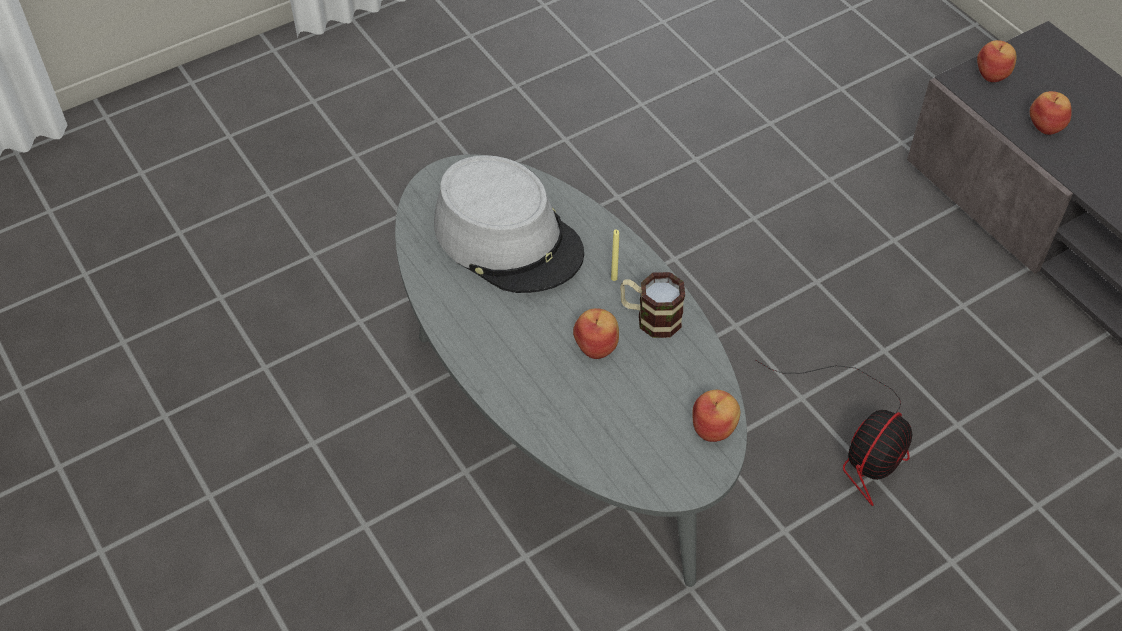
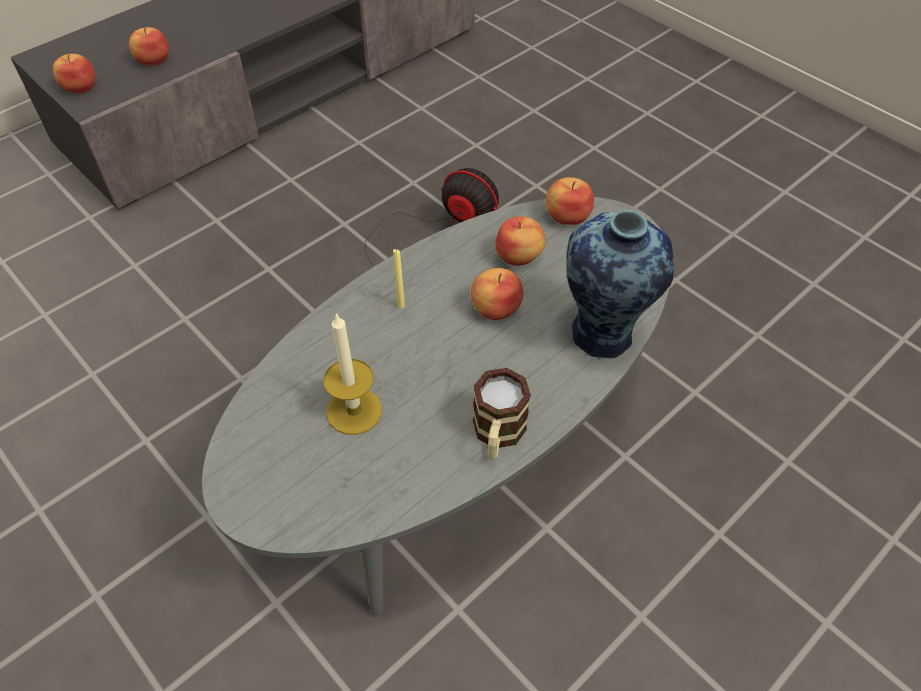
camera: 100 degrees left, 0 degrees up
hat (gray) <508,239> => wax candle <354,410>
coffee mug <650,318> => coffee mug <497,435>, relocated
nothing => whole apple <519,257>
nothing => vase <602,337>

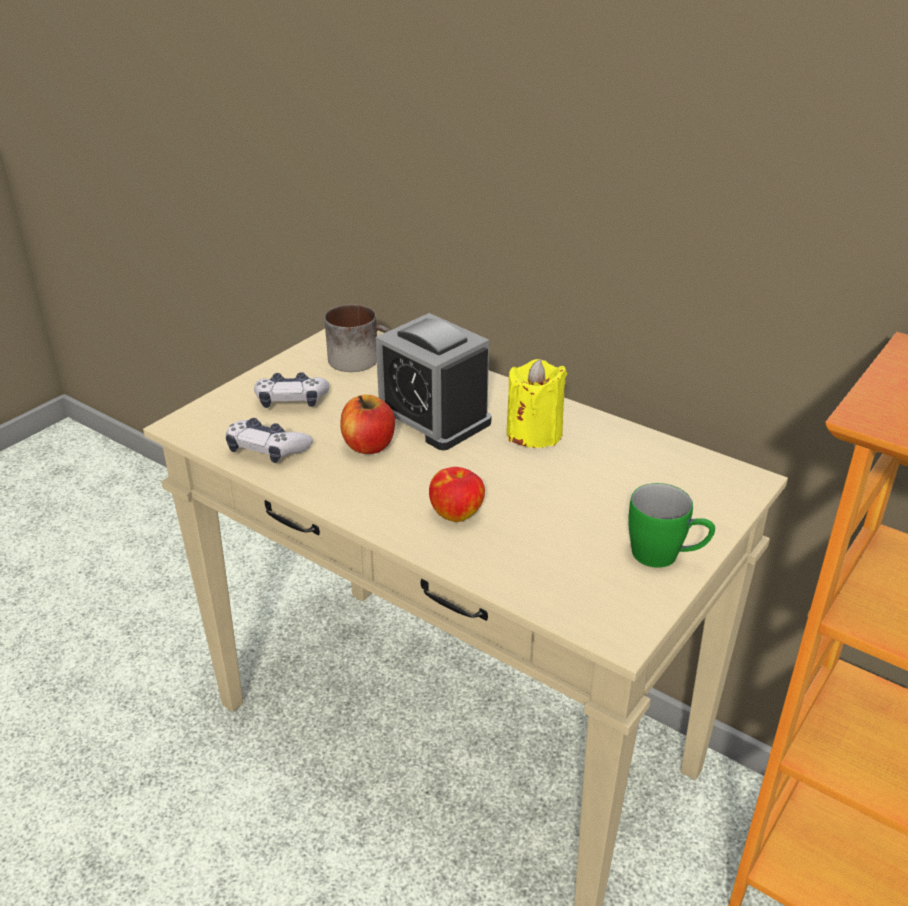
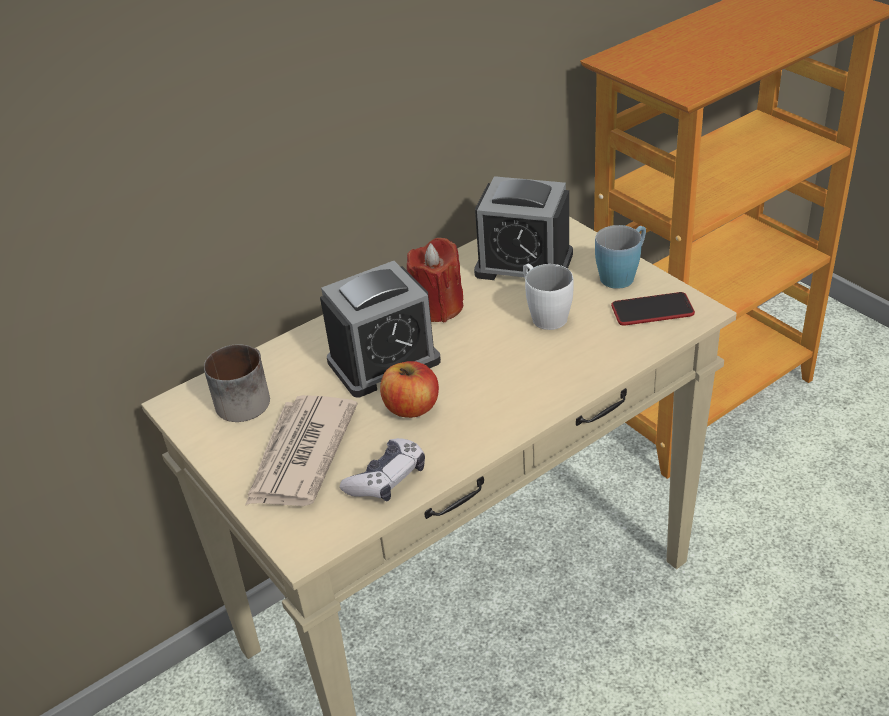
camera: 70 degrees left, 5 degrees up
joypad <291,400> => printed paper <300,455>
whole apple <456,513> => nothing
wax candle (yellow-coloured) <534,433> => wax candle (reddish) <438,307>
coffee mug (greenish) <666,556> => coffee mug (blue-coloured) <622,274>
nothing => table clock <524,264>
nothing => coffee mug (white-coloured) <544,314>
nothing => telephone <652,310>

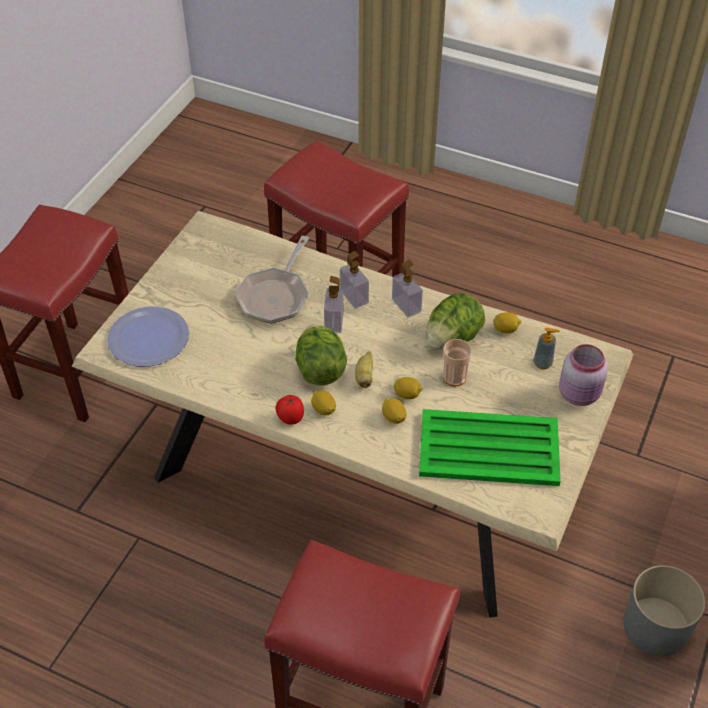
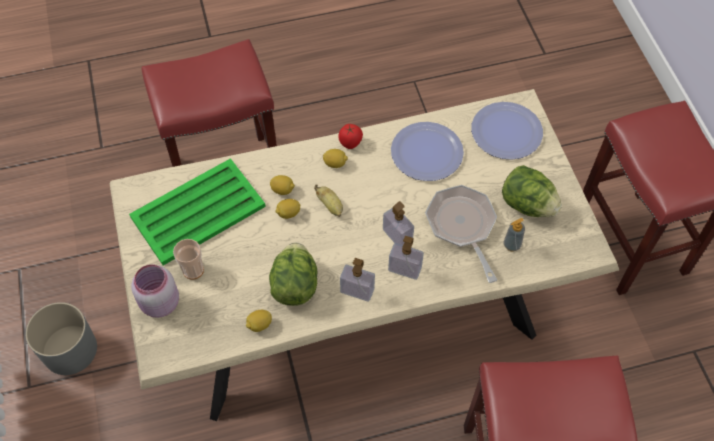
camera: 140 degrees right, 10 degrees up
lettuce <320,370> => lettuce <527,204>, relocated
cup <454,377> => cup <193,270>, relocated
soap dispenser <542,363> => soap dispenser <511,245>, relocated
nothing => plate <426,152>

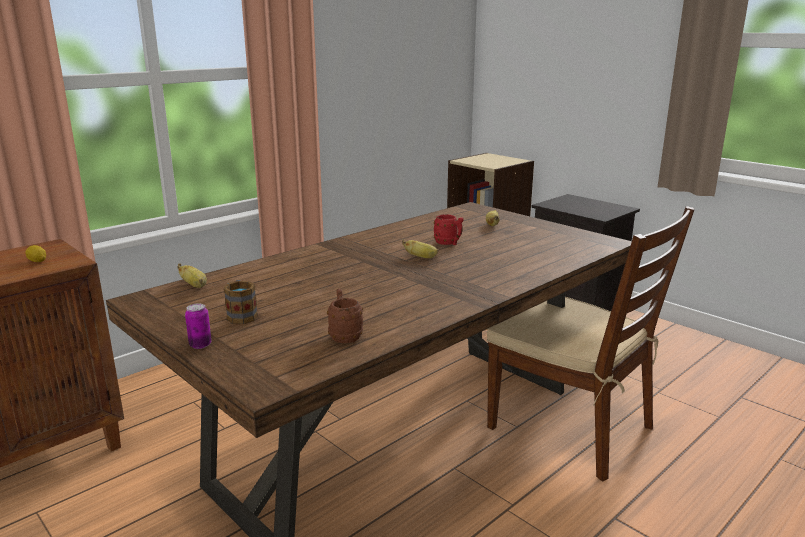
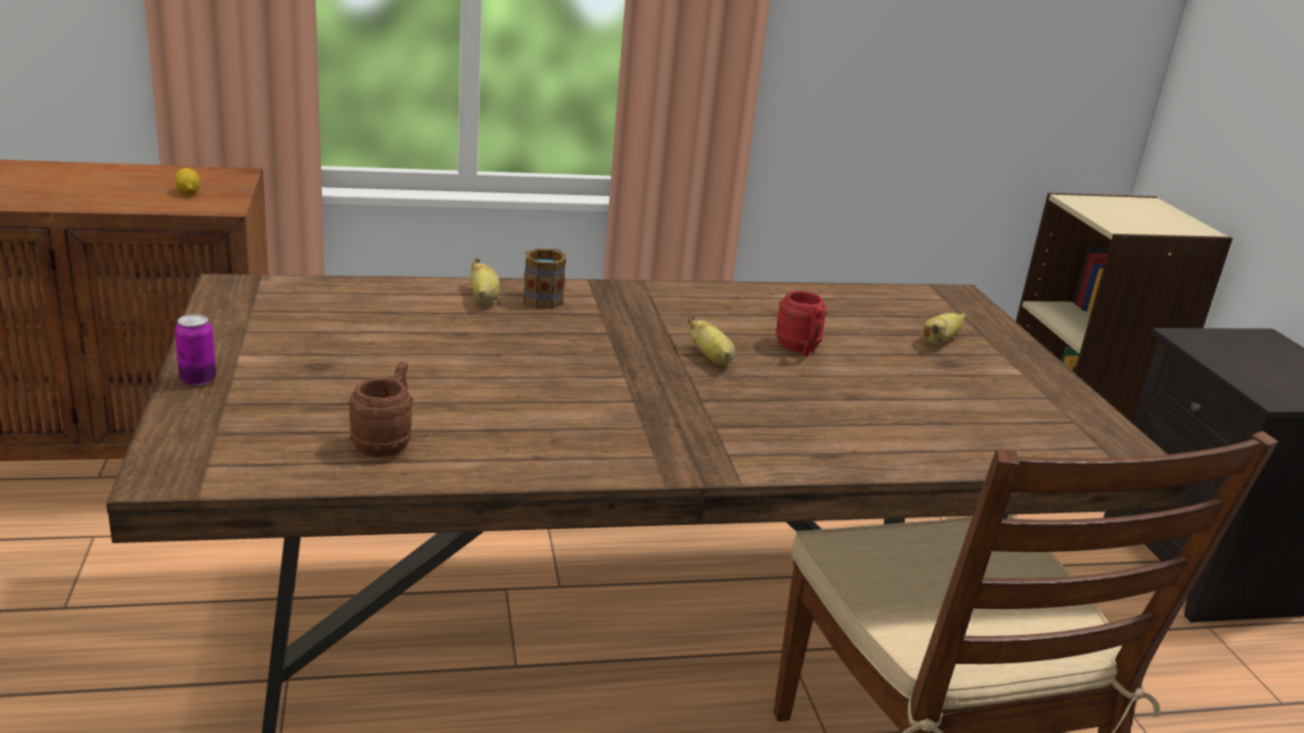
camera: 30 degrees right, 5 degrees up
banana fruit <195,285> => banana fruit <484,299>, relocated
coffee mug <241,315> => coffee mug <546,297>, relocated

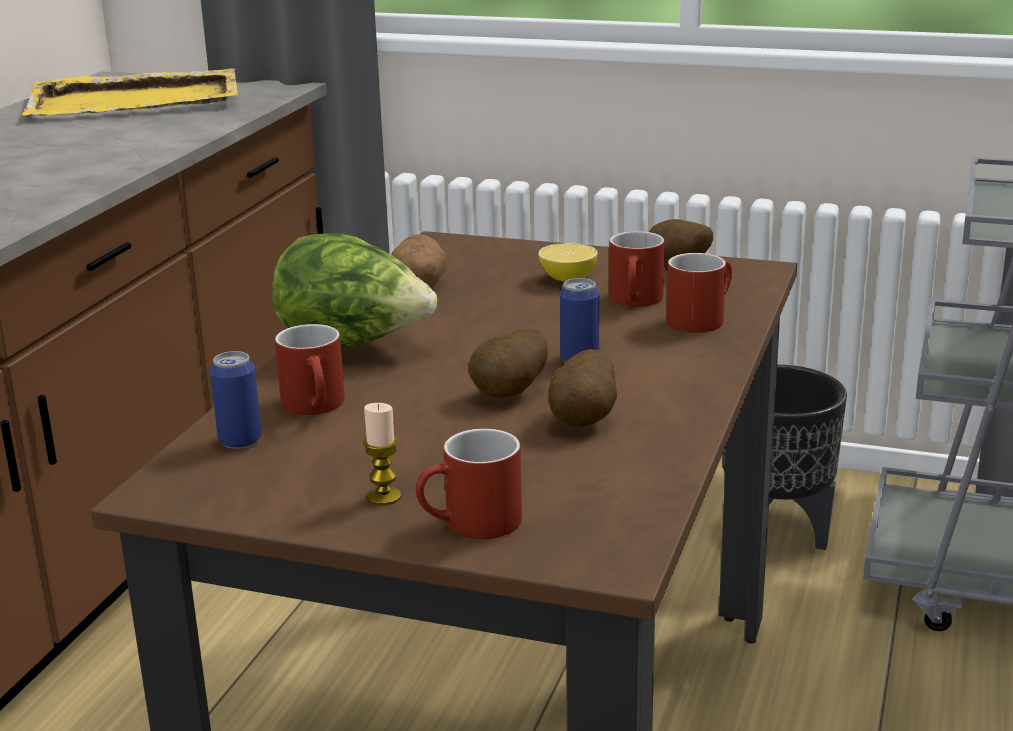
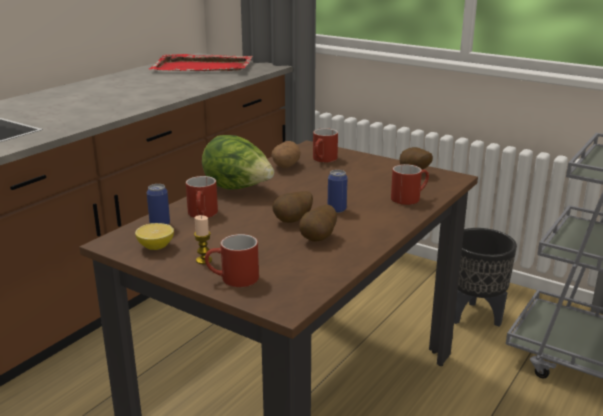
camera: 15 degrees right, 0 degrees up
carrying tray (yellow-coloured) <137,101> => carrying tray (reddish) <203,67>
citrus fruit <567,279> => citrus fruit <155,247>, relocated
coffee mug (reddish) <637,301> => coffee mug (reddish) <323,160>, relocated

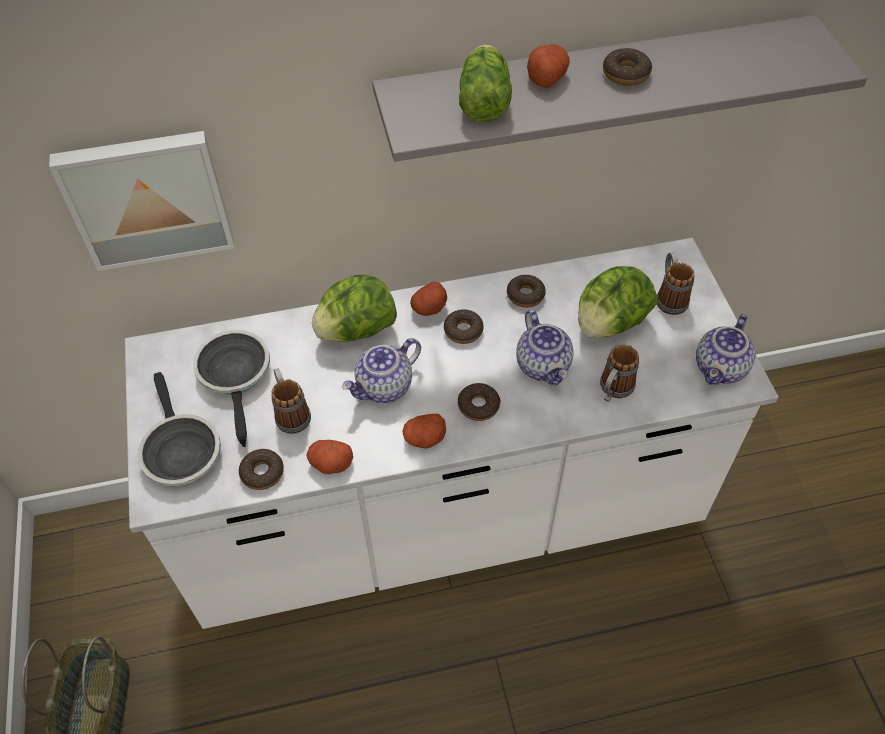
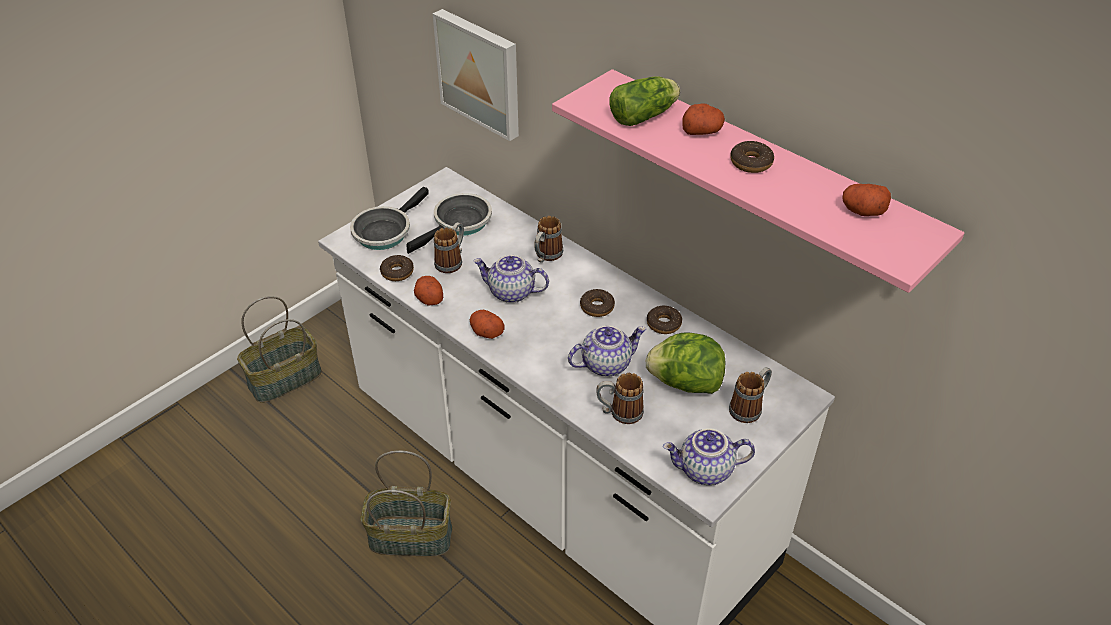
camera: 55 degrees right, 10 degrees down
lettuce <356,330> => coffee mug <546,256>
wall shelf (gray) <594,88> => wall shelf (pink-coloured) <763,178>
whole potato <429,308> => whole potato <862,211>, relocated
ring doughnut <478,406> => nothing
tea pot <544,365> => tea pot <606,363>, 150 degrees counterclockwise
nothing => basket <411,536>

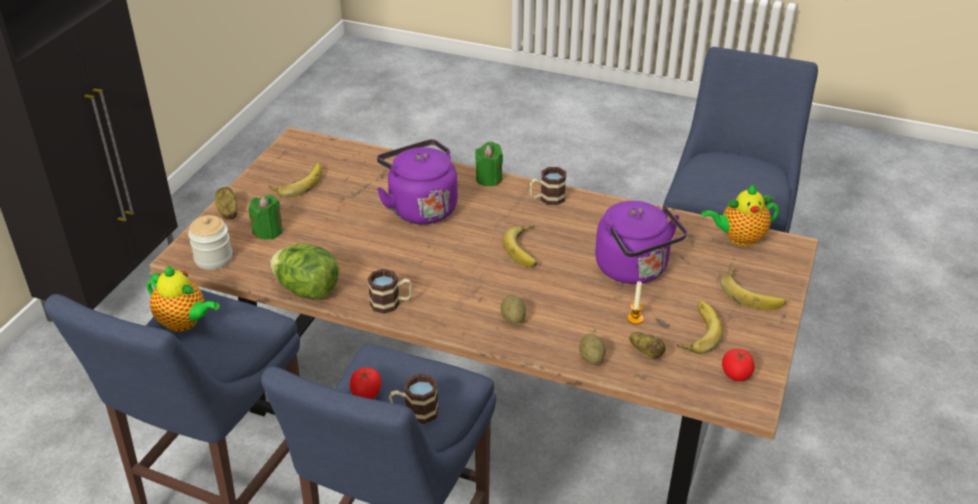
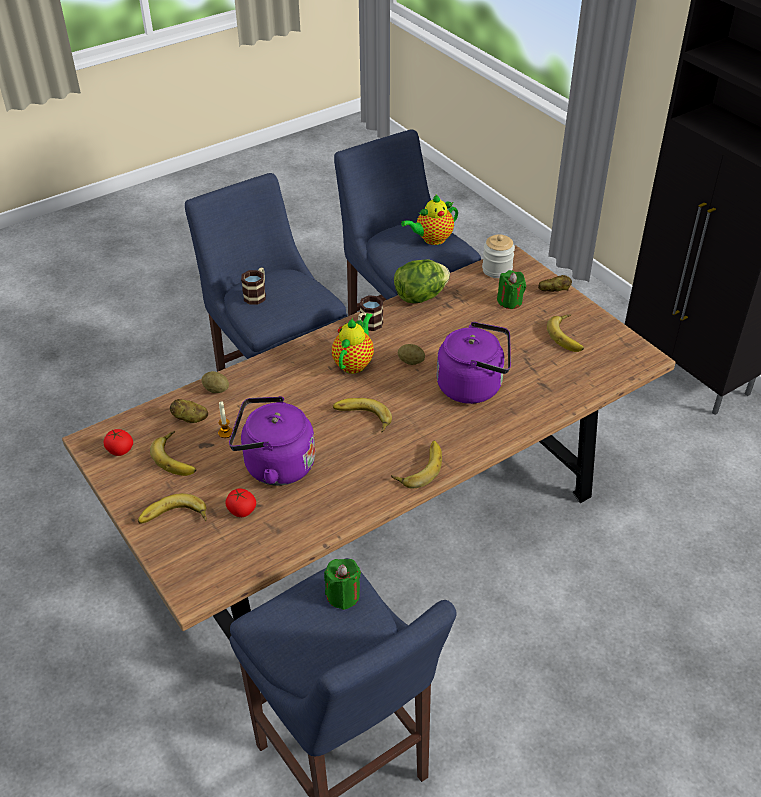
camera: 125 degrees right, 5 degrees up
tomato <366,393> => tomato <241,511>, relocated
wax candle (greenish) <489,179> => wax candle (greenish) <343,595>, relocated
whole potato <513,318> => whole potato <411,362>, relocated
coffee mug <547,199> => banana fruit <418,467>
tea pot <739,238> => tea pot <354,363>, relocated

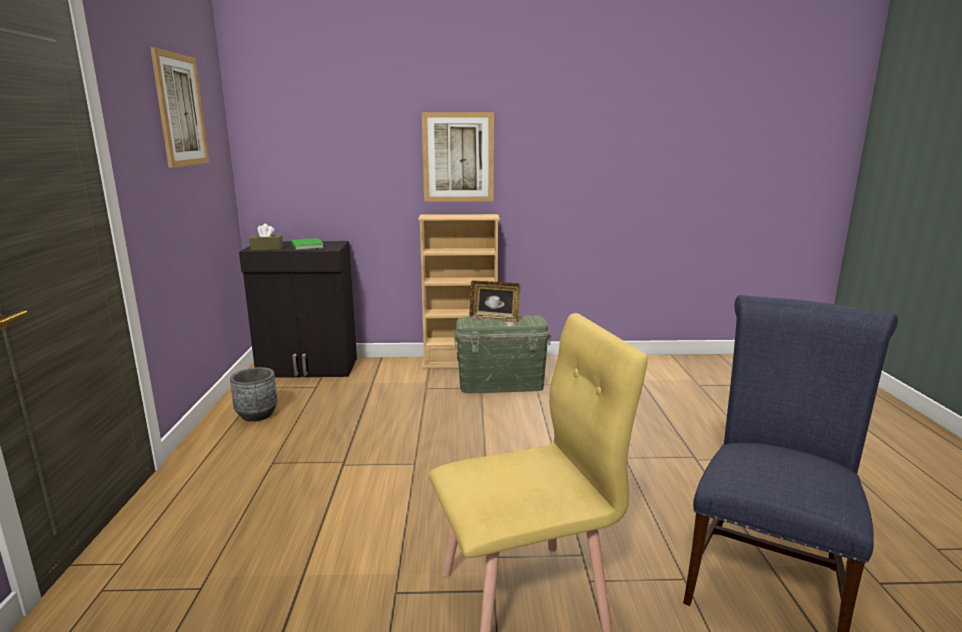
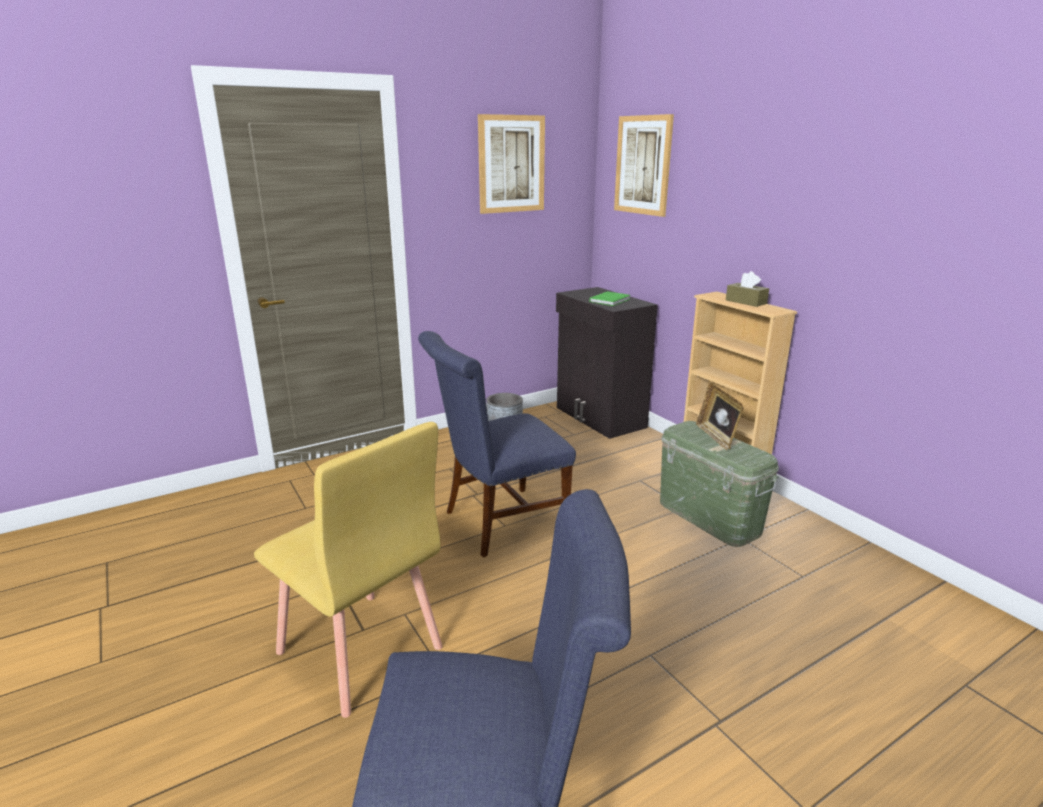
camera: 60 degrees right, 5 degrees up
box of tissues (brownish) <267,248> => box of tissues (brownish) <746,302>, relocated
picture <458,157> => picture <643,165>, relocated
nothing => plain chair (blue-coloured) <498,523>

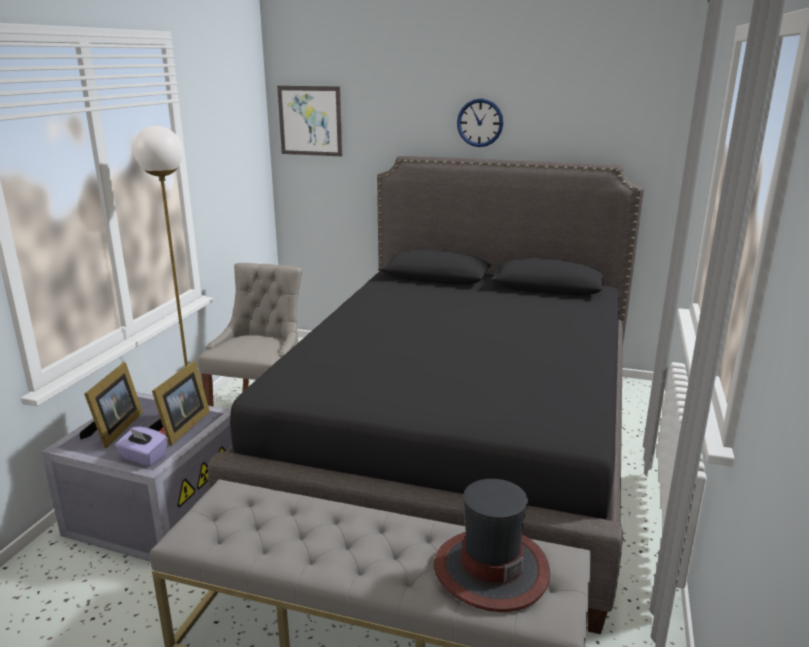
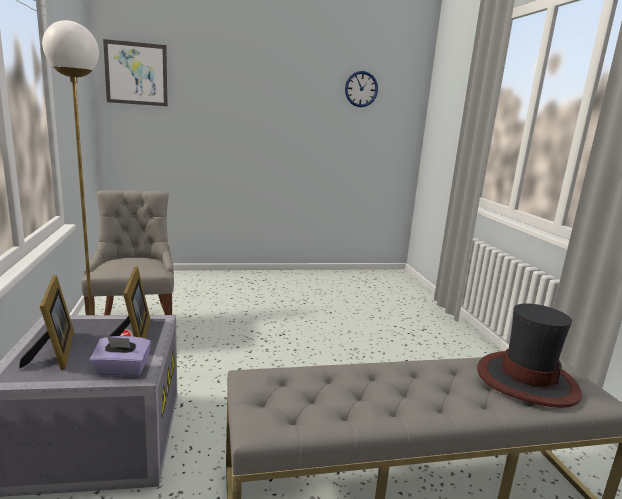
camera: 30 degrees left, 5 degrees down
sleeping bed (black) <460,446> => nothing
wall clock <480,122> => wall clock <361,89>, relocated

